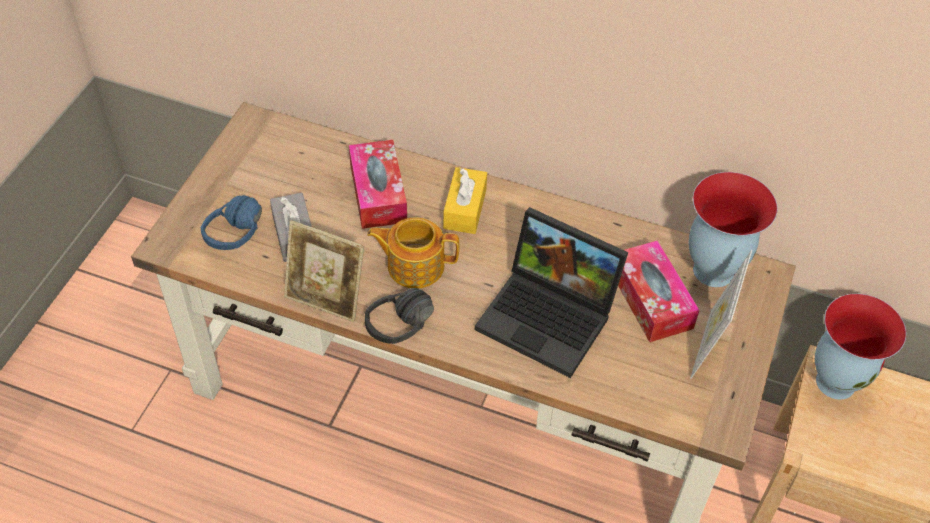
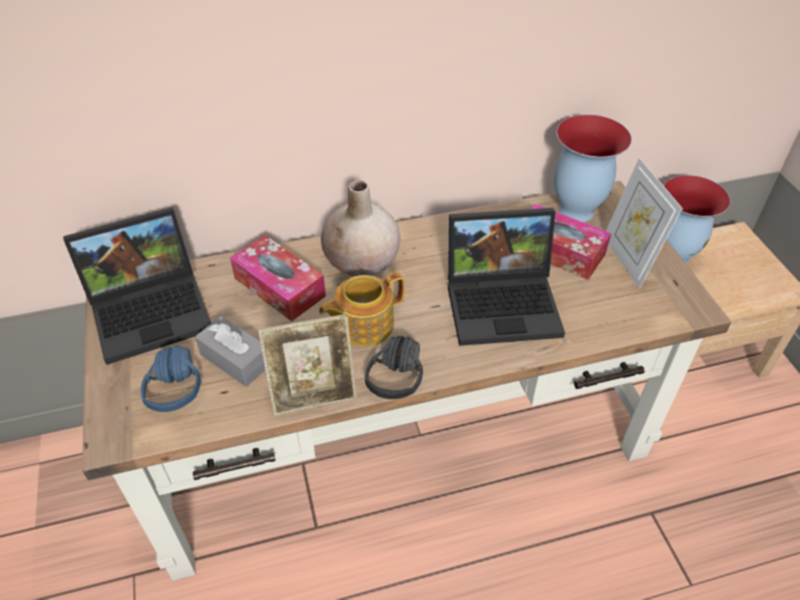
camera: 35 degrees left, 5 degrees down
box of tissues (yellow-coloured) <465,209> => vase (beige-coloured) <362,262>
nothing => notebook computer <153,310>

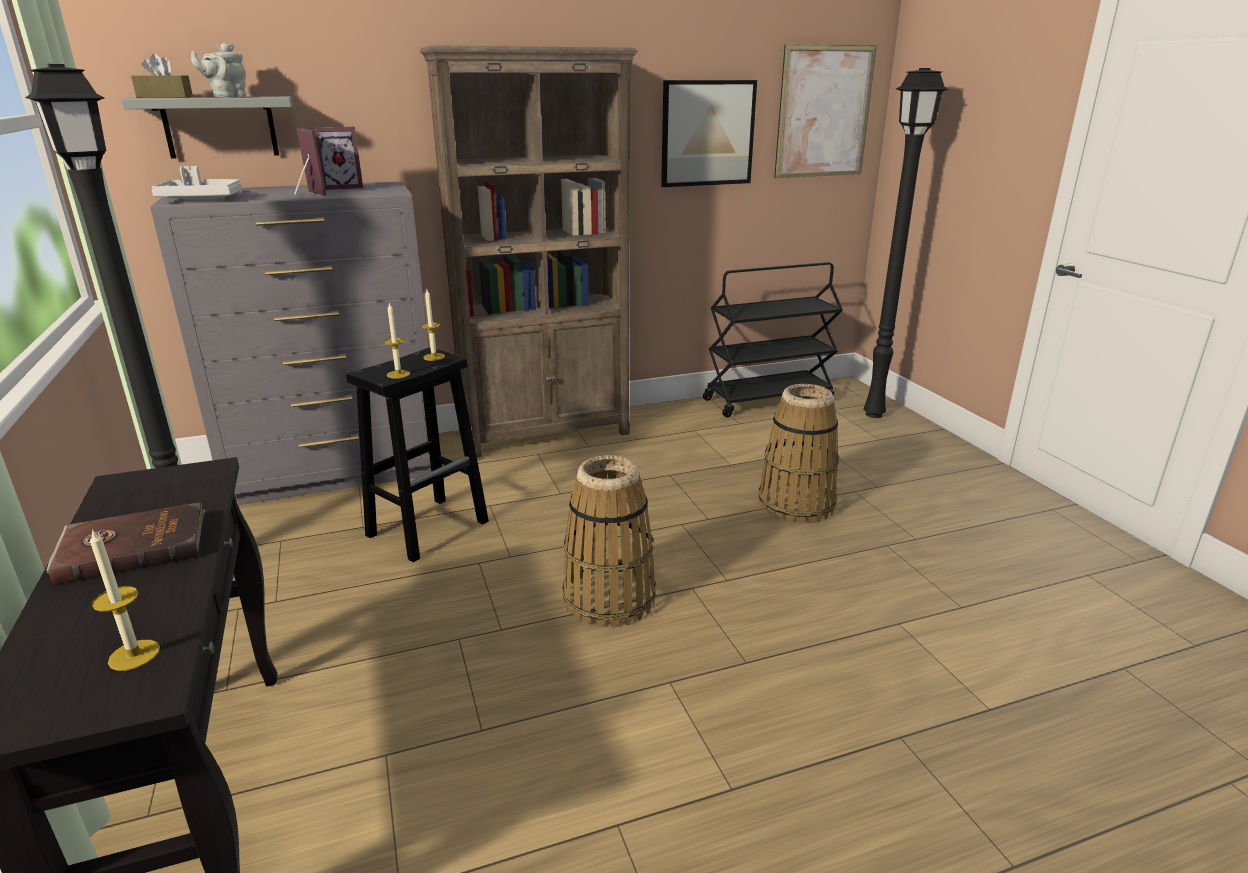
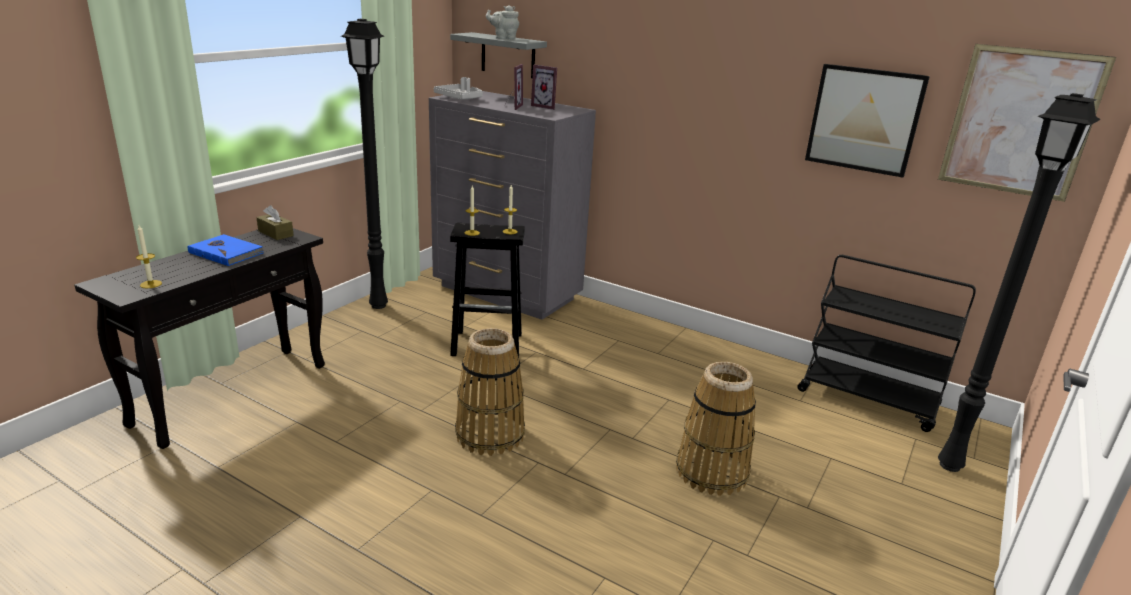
camera: 50 degrees right, 0 degrees up
bound book (brownish) <133,546> => bound book (blue-coloured) <226,252>
box of tissues (brownish) <165,97> => box of tissues (brownish) <275,233>, relocated
shelving unit (brownish) <547,433> => nothing

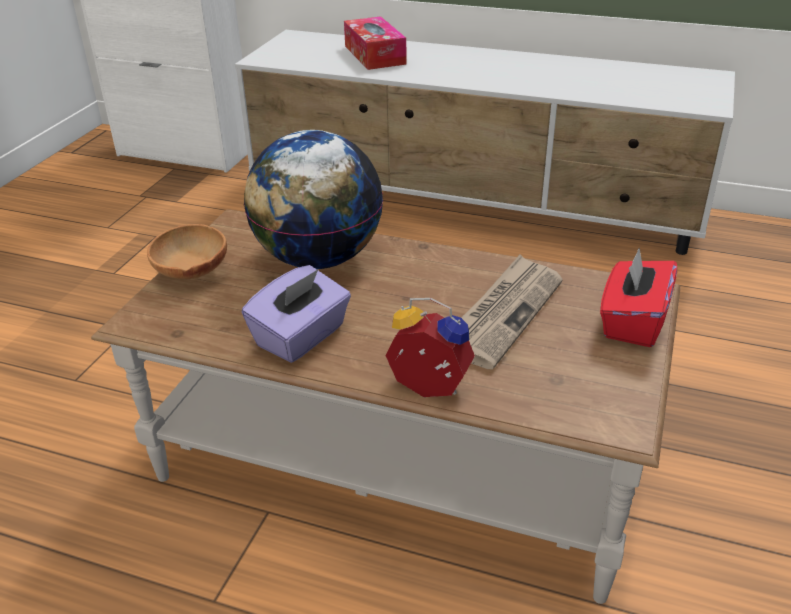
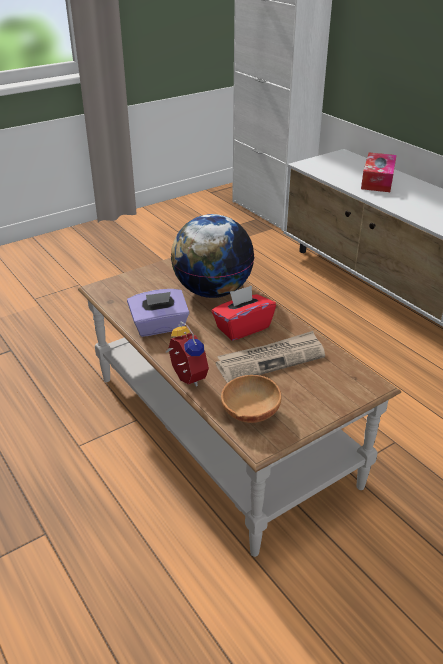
camera: 35 degrees right, 0 degrees up
serving bowl (brownish) <190,274> => serving bowl (brownish) <249,414>, relocated
box of tissues (reddish) <632,322> => box of tissues (reddish) <242,328>, relocated

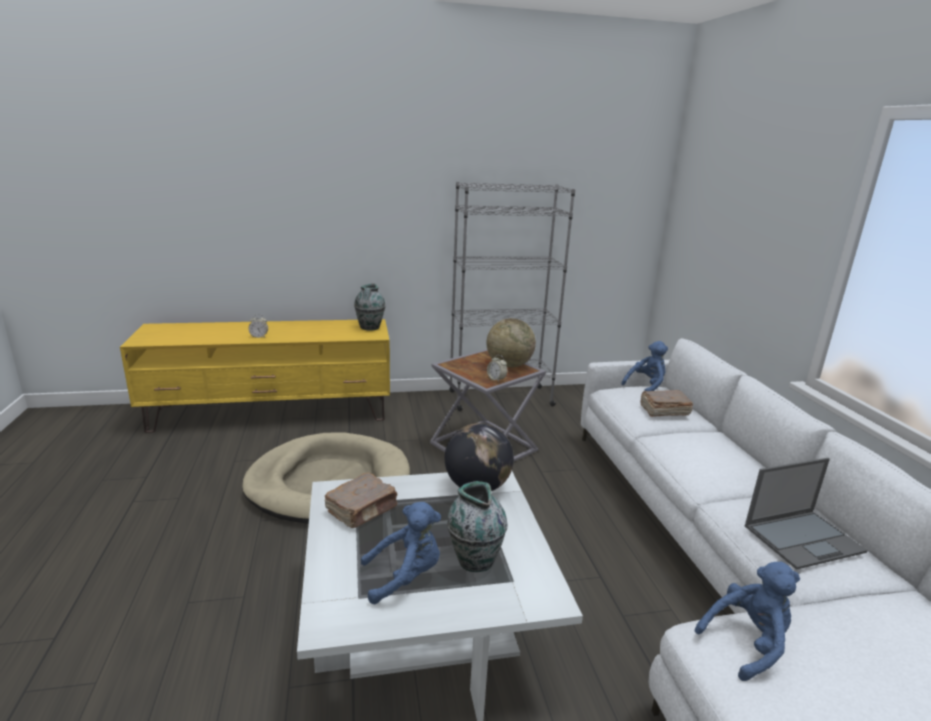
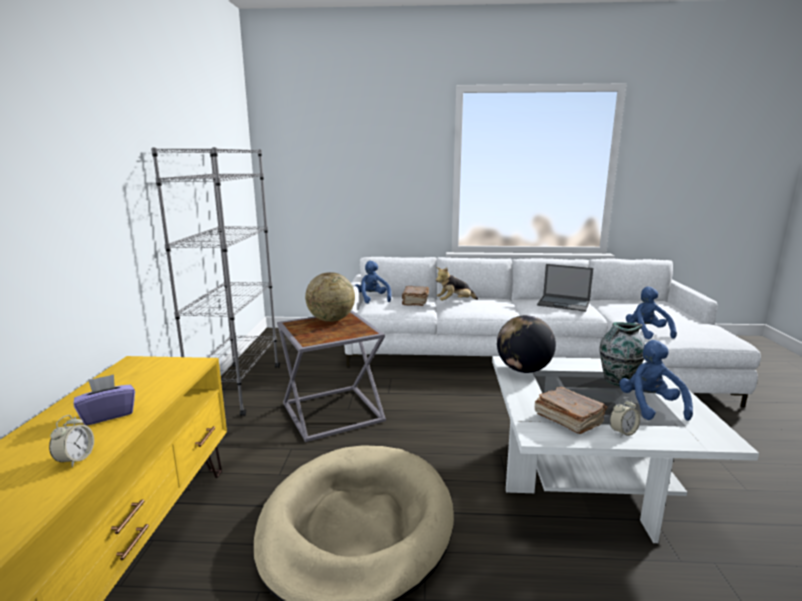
camera: 75 degrees left, 5 degrees down
vase <370,328> => nothing
table clock <496,379> => table clock <623,432>, relocated
notebook computer <804,538> => notebook computer <564,304>, 120 degrees clockwise
nothing => box of tissues (purplish) <108,415>
nothing => soft toy <455,302>

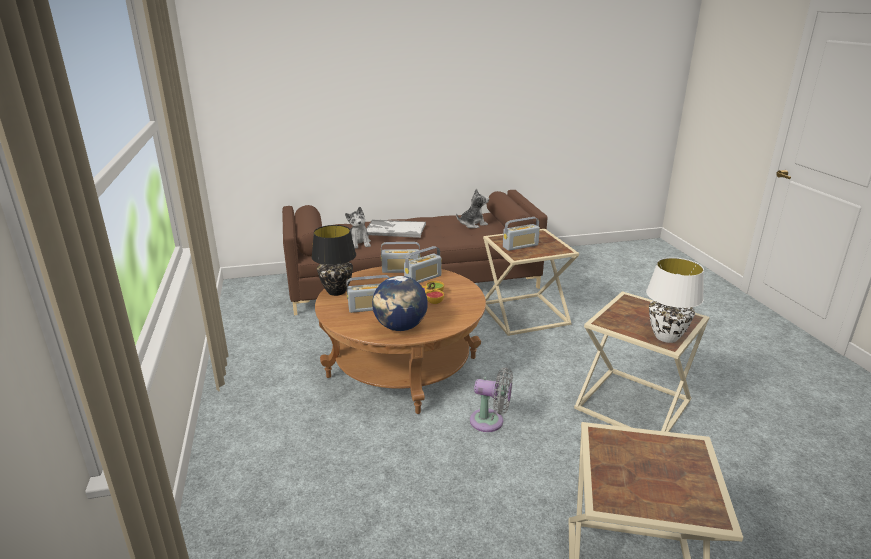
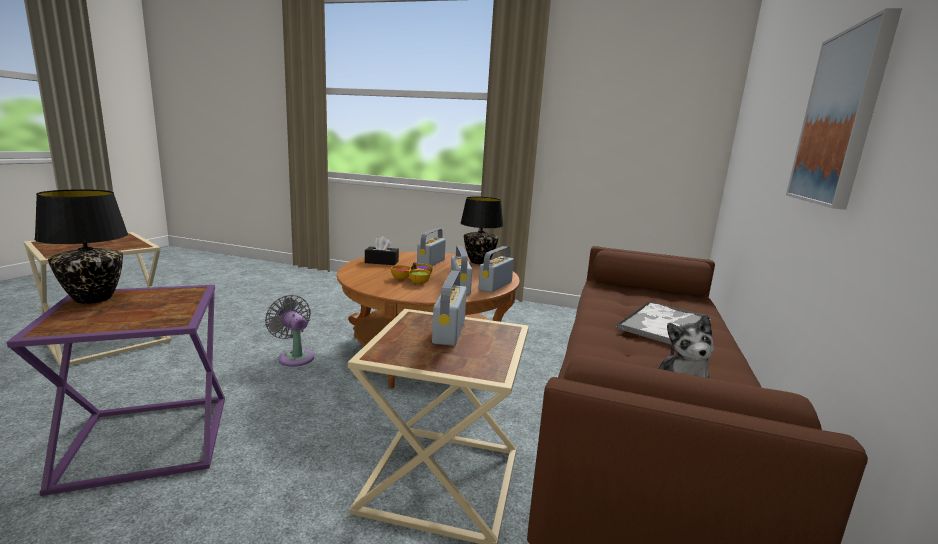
camera: 120 degrees right, 10 degrees down
soft toy <358,243> => nothing
desk globe <400,327> => box of tissues (black) <381,262>
electric fan (gray) <490,421> => electric fan (gray) <294,357>, 90 degrees clockwise
accent table (beige-coloured) <635,405> => accent table (purplish) <144,442>
table lamp (white-coloured) <665,337> => table lamp (black) <94,298>
nothing => picture <840,118>

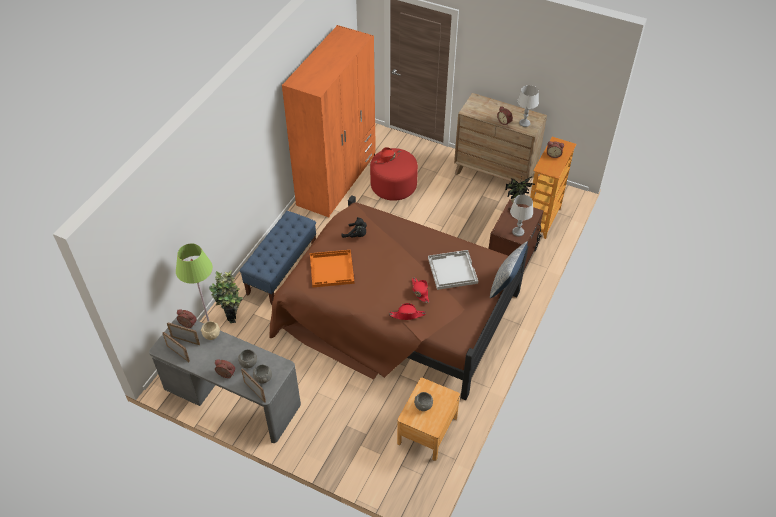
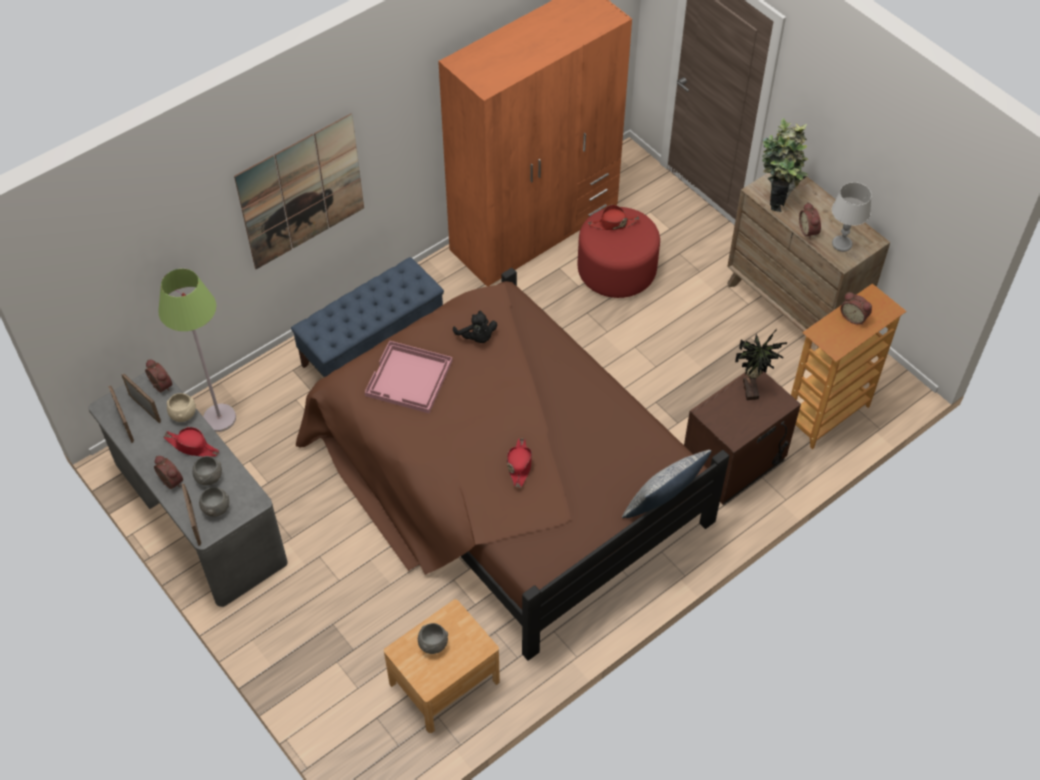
camera: 25 degrees right, 5 degrees up
plant in a pot <231,313> => plant in a pot <777,197>, relocated
carrying tray (orange) <332,269> => carrying tray (pink-coloured) <409,379>
hat (reddish) <407,315> => hat (reddish) <192,446>, relocated
carrying tray (white-coloured) <452,270> => nothing
table lamp (gray) <518,232> => nothing
nothing => picture <301,191>

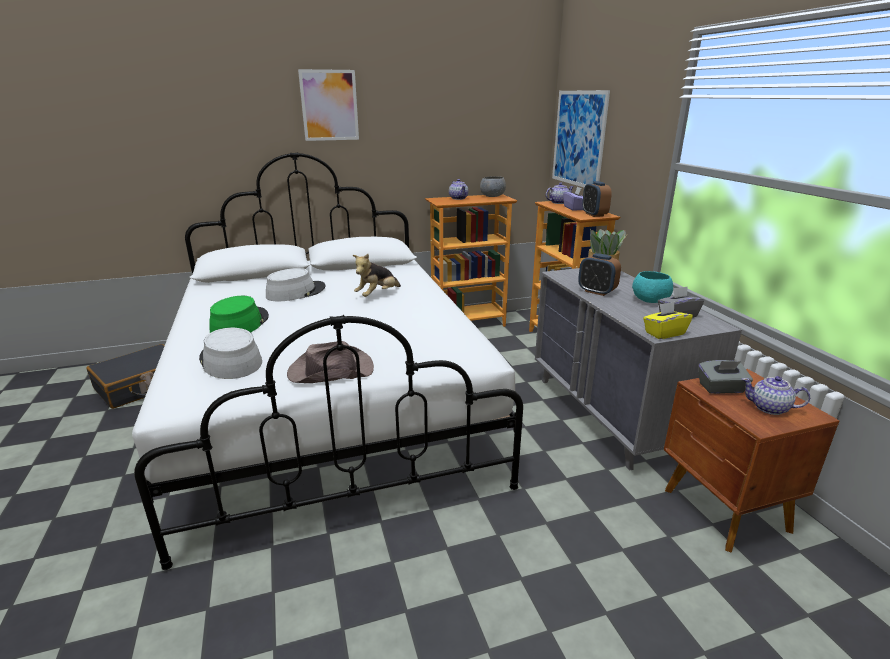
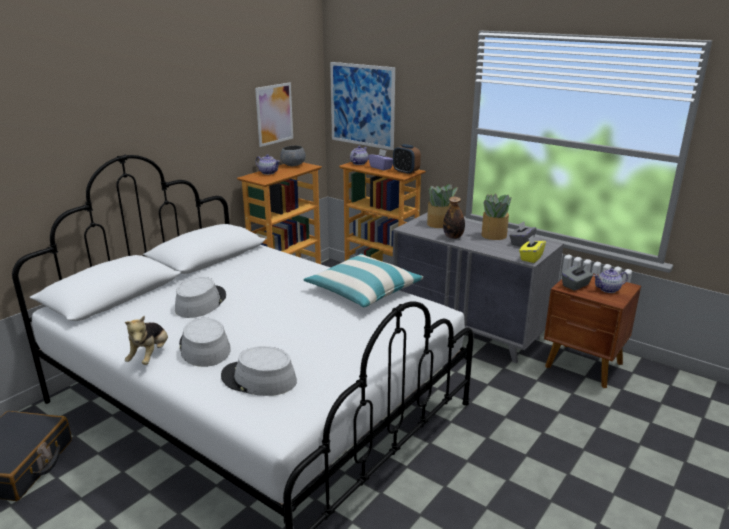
camera: 35 degrees left, 0 degrees up
hat (greenish) <239,324> => hat (gray) <204,347>
hat (brownish) <330,371> => nothing
picture <329,105> => picture <274,114>, relocated
soft toy <377,295> => soft toy <150,356>, relocated
table clock <596,291> => bottle <453,237>
serving bowl (blue-green) <650,300> => plant in a pot <493,235>
nothing => cushion <363,291>

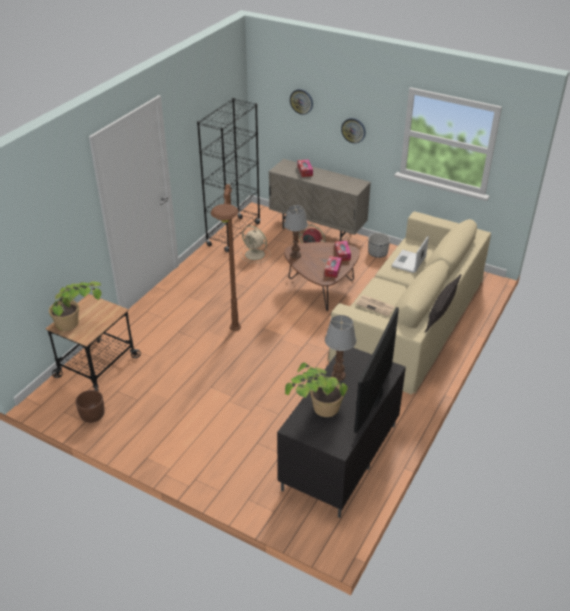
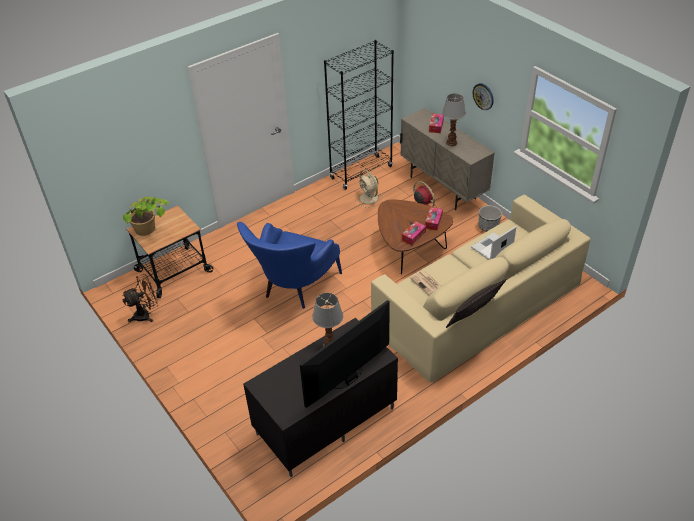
camera: 25 degrees right, 5 degrees up
plant pot (brownish) <92,415> => electric fan (brownish) <146,314>
floor lamp (brownish) <233,351> => armchair (blue-coloured) <293,290>
table lamp <295,255> => table lamp <451,143>, relocated
plant in a pot <315,414> => nothing
wall clock <301,101> => nothing

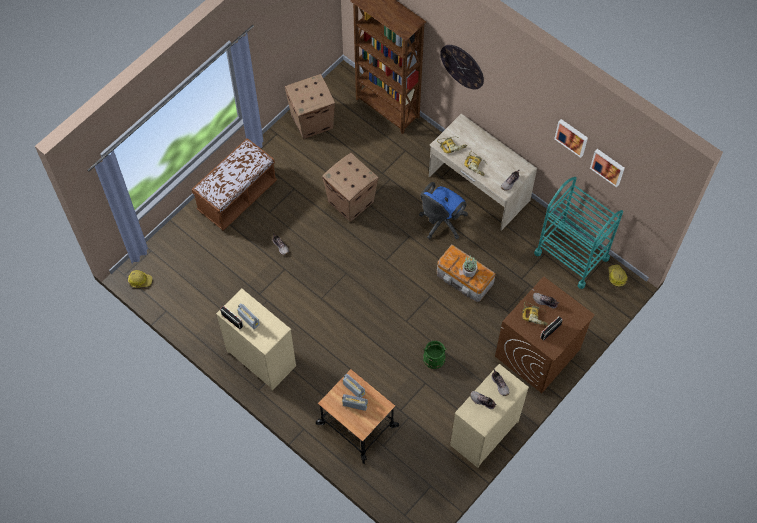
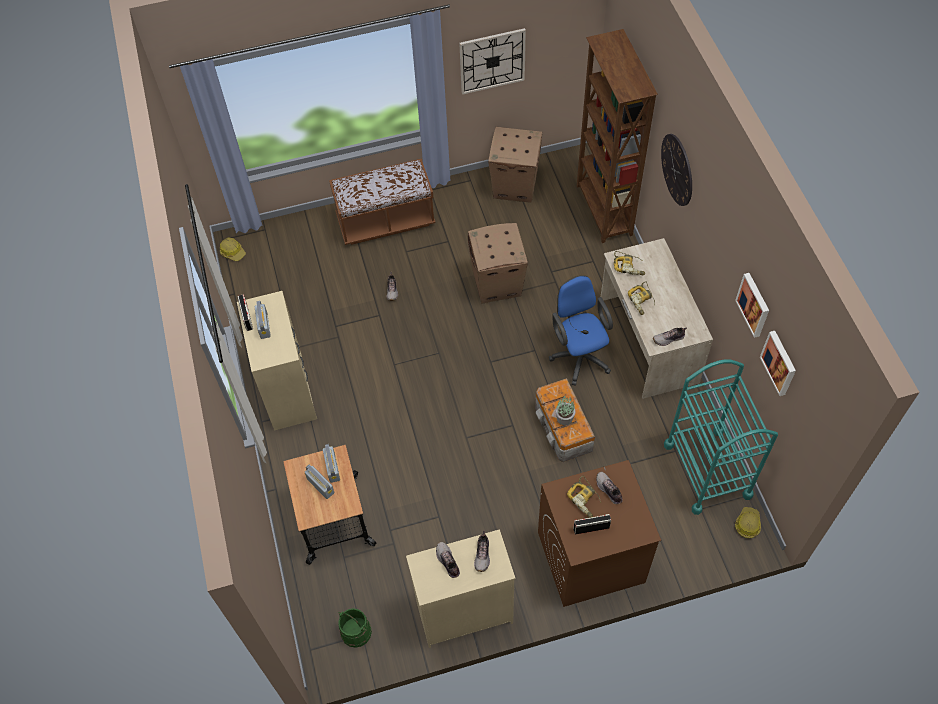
camera: 35 degrees right, 5 degrees down
office chair (blue-coloured) <441,223> => office chair (blue-coloured) <579,355>, 90 degrees clockwise
water bucket (greenish) <434,358> => water bucket (greenish) <356,632>, relocated
nothing => wall clock <492,61>

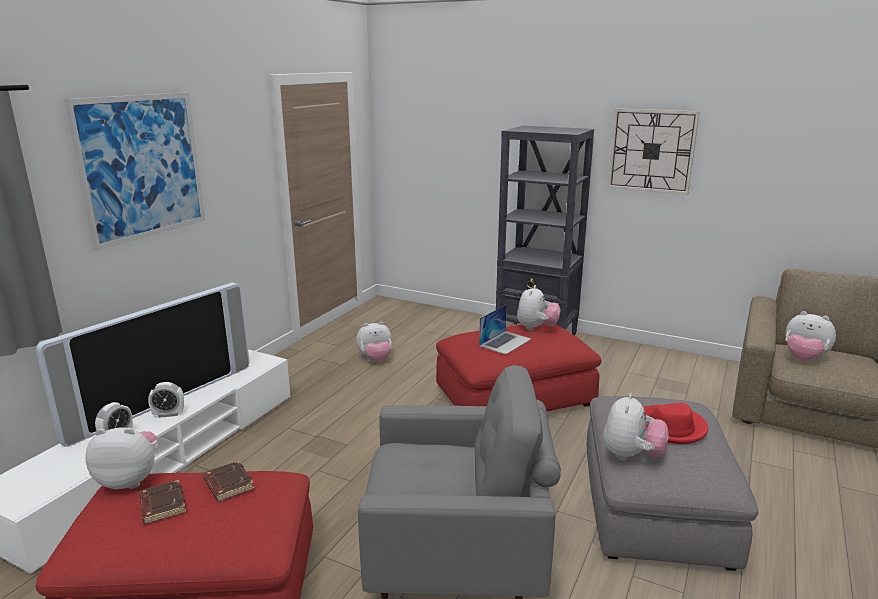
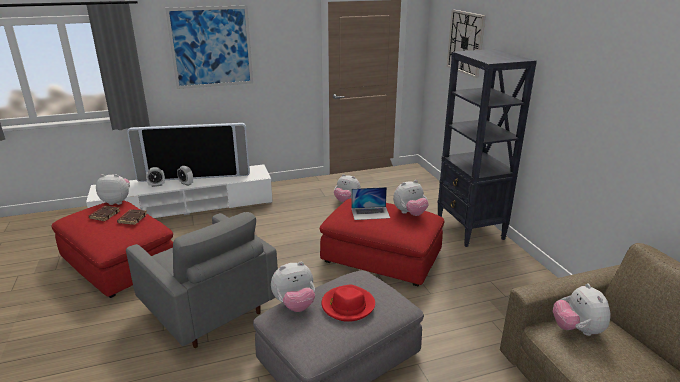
camera: 45 degrees right, 5 degrees up
soft toy <130,480> => soft toy <117,201>, 45 degrees counterclockwise
wall clock <651,151> => wall clock <465,42>, relocated

